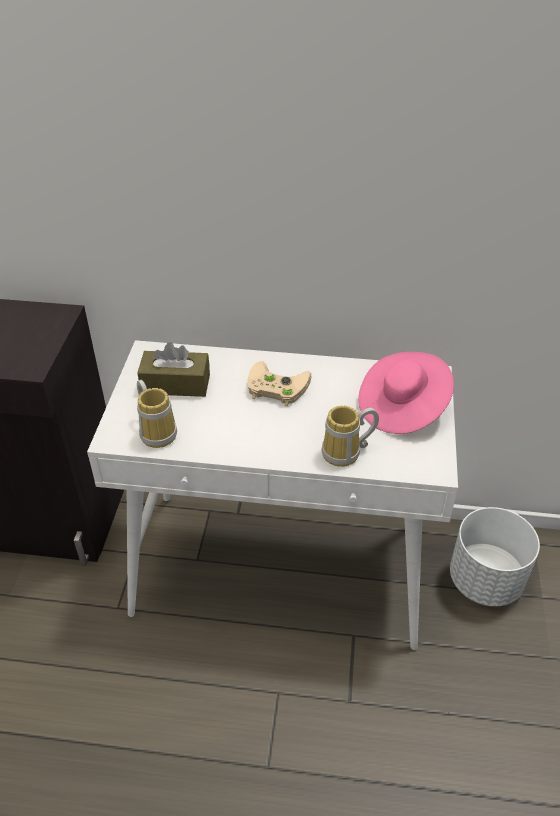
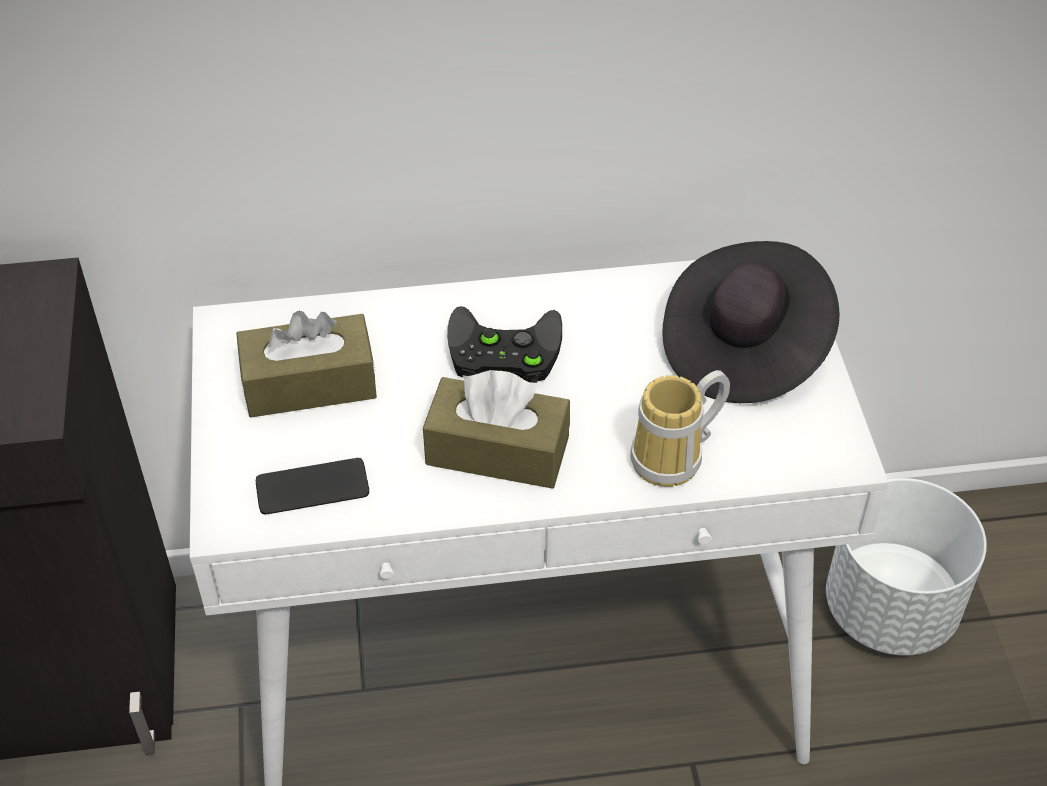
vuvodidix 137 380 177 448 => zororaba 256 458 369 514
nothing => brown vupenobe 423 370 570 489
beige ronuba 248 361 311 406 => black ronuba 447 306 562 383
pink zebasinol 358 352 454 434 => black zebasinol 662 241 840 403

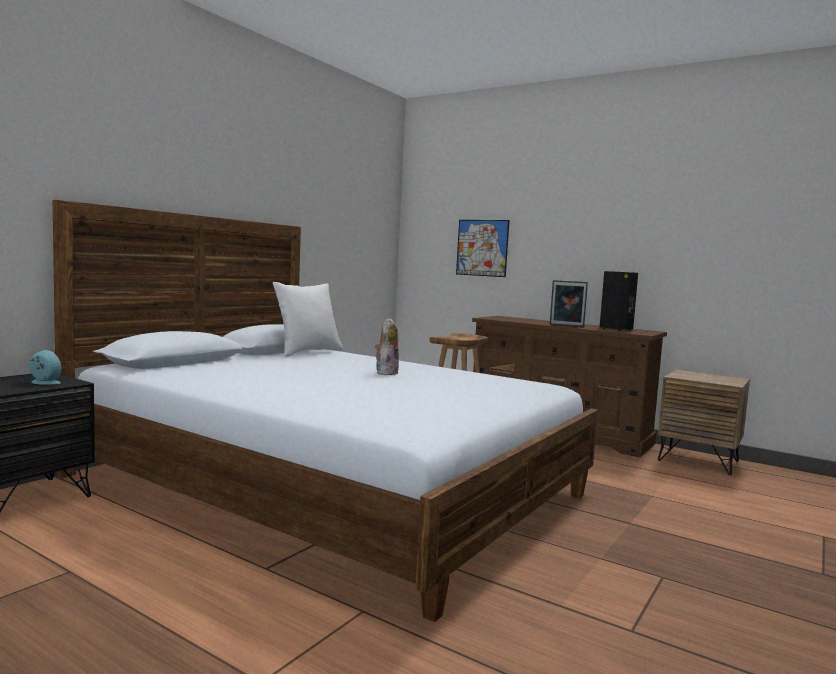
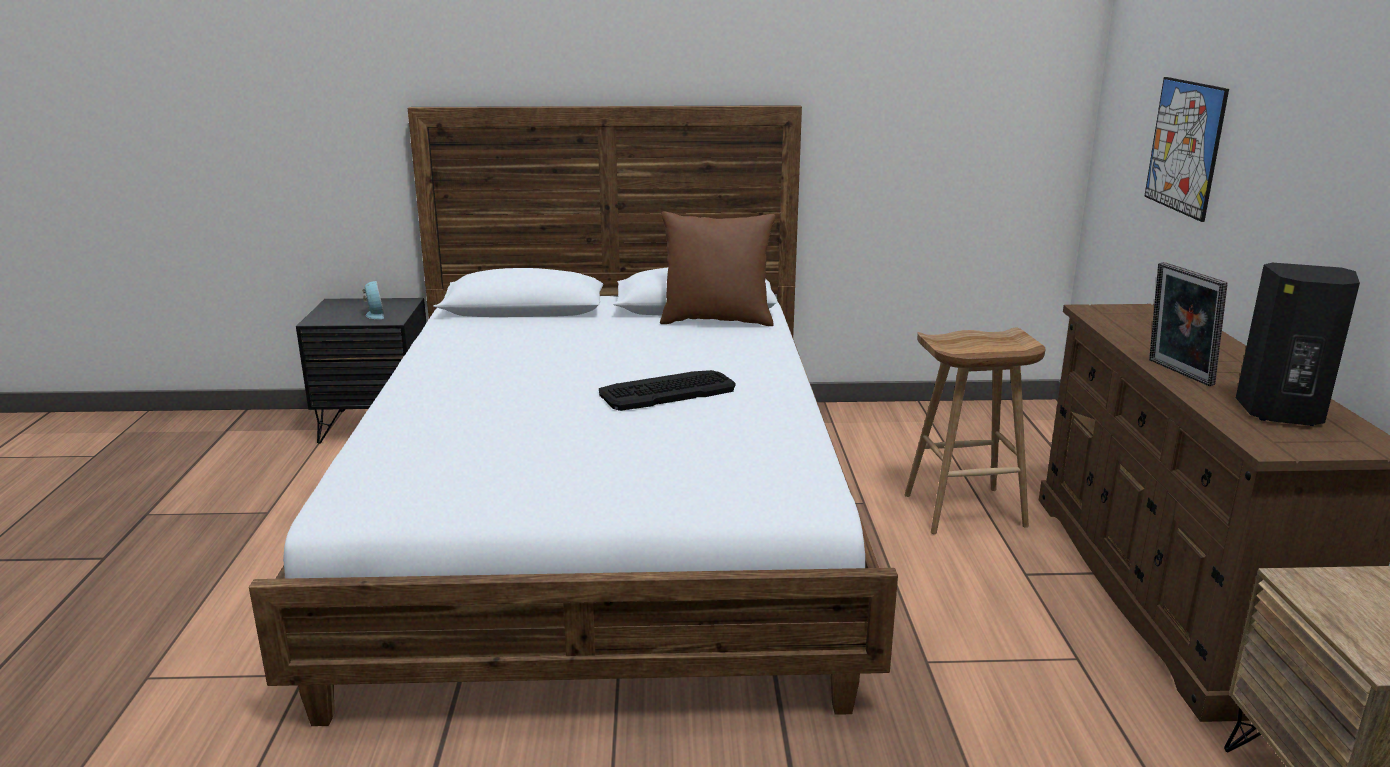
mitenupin 375 318 399 375 => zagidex 599 370 736 411
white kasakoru 273 282 343 357 => brown kasakoru 660 211 776 326

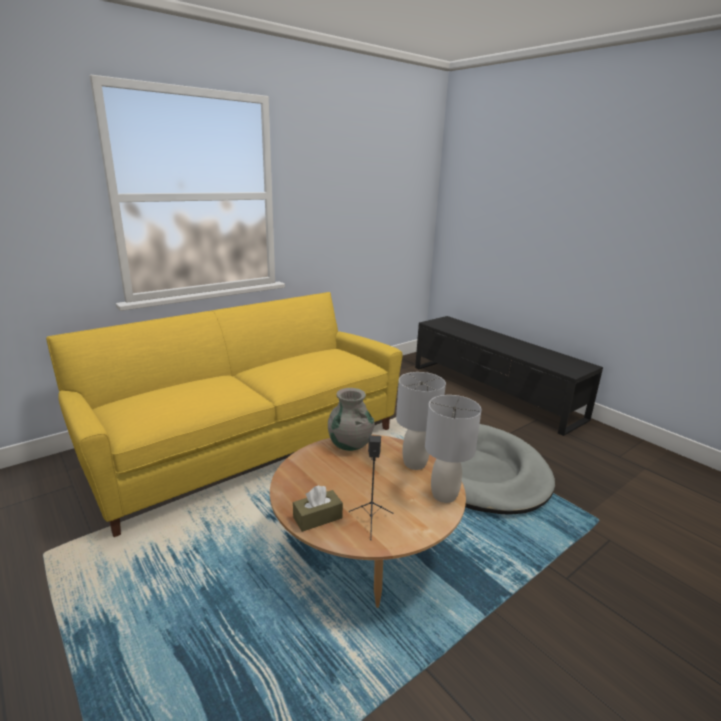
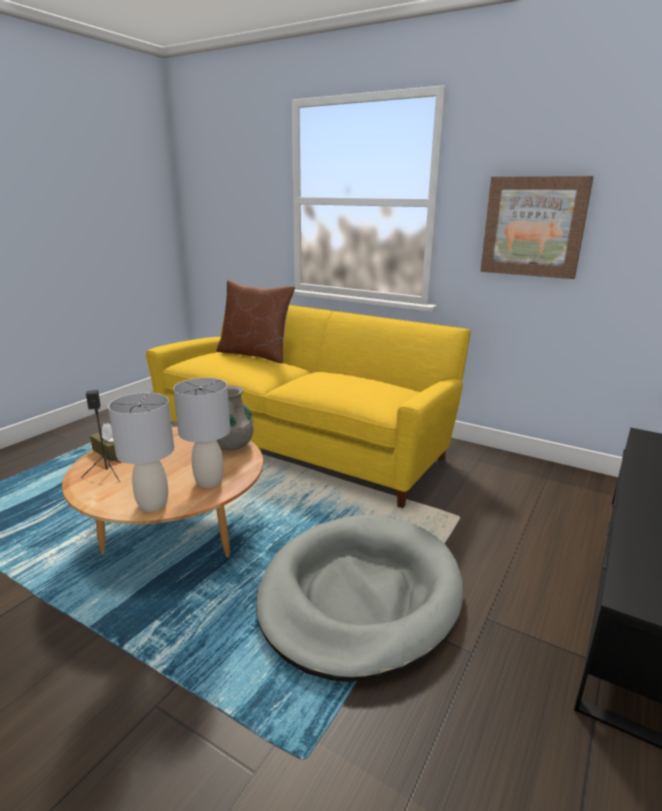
nothing => brown kasakoru 216 280 295 363
nothing => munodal 480 176 594 279

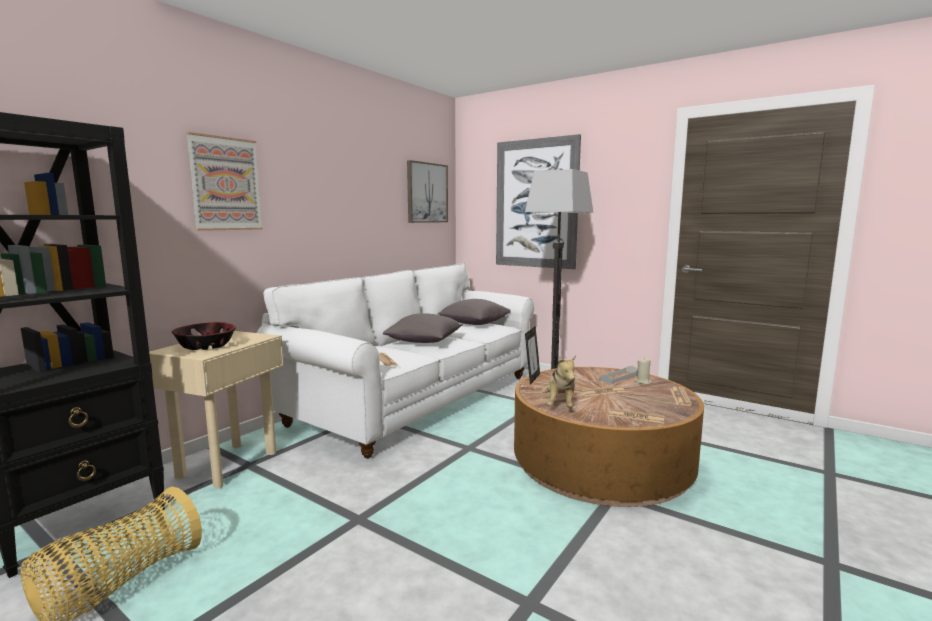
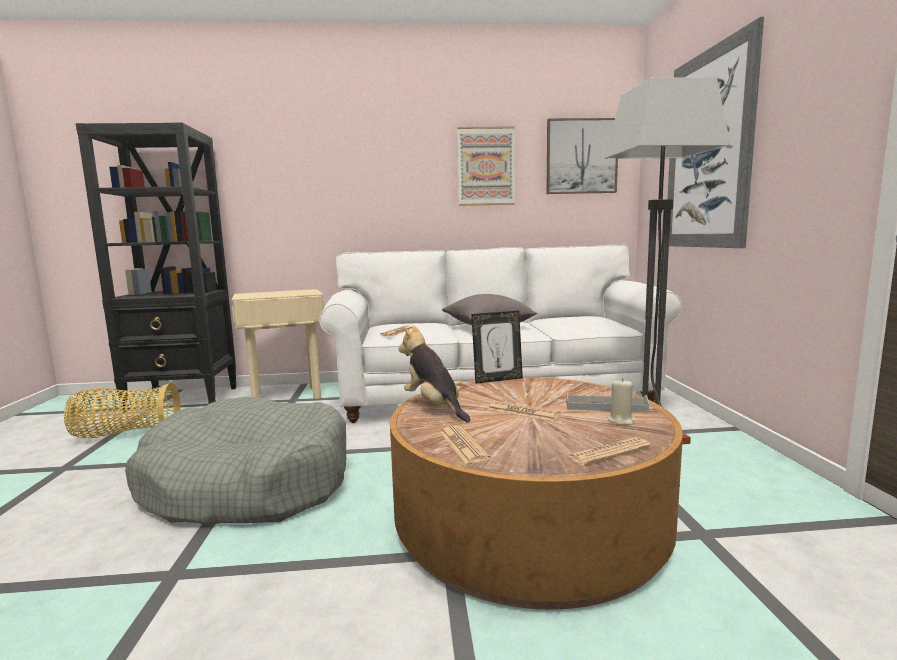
nothing => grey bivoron 125 397 346 525
mitenupin 541 355 576 408 => mitenupin 398 325 471 422, 90 degrees clockwise
munodal 186 132 263 231 => munodal 457 126 515 206, moved
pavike 172 322 236 350 => nothing
grey kasakoru 437 299 511 325 => nothing

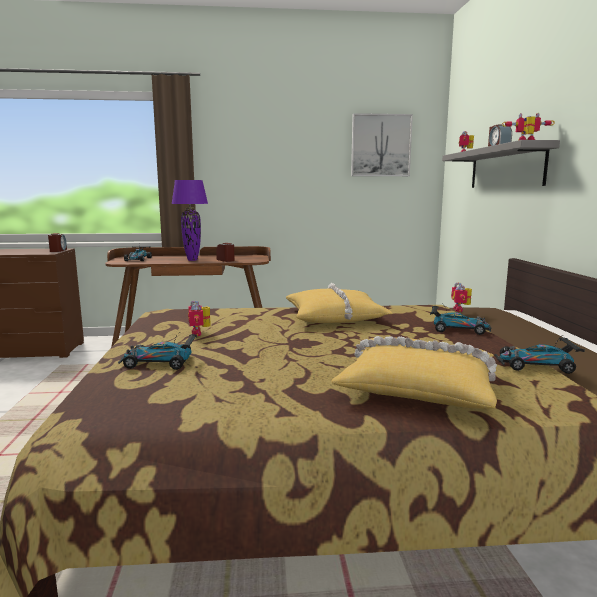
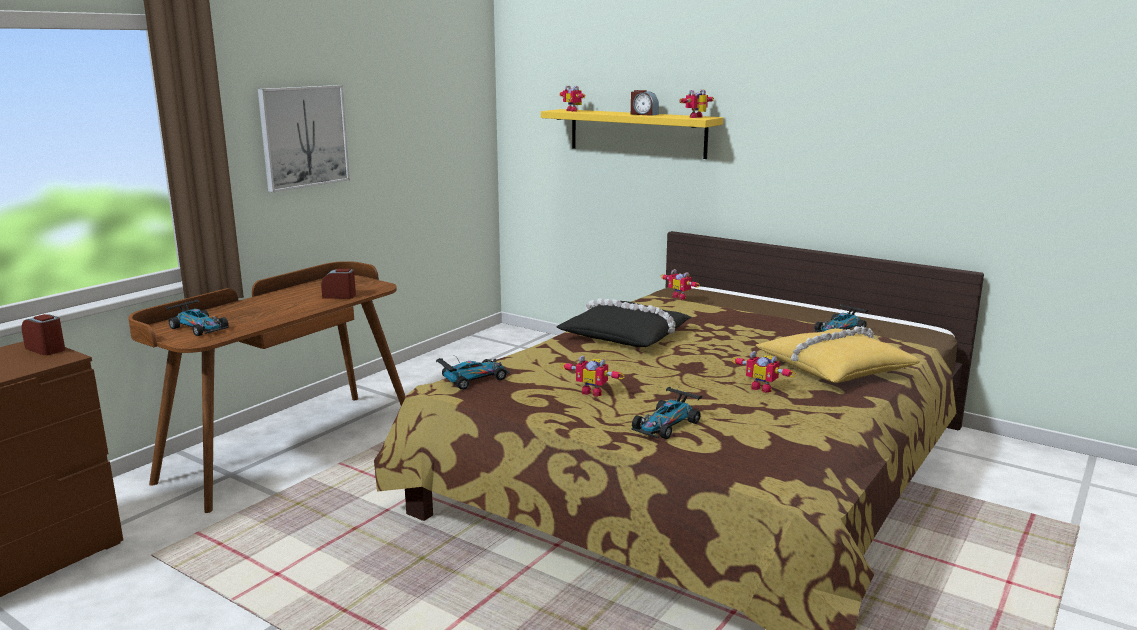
munodal 351 113 413 176 => munodal 258 85 350 192, moved
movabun 430 306 491 335 => movabun 436 355 510 390, moved
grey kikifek 442 140 560 188 => yellow kikifek 541 109 723 159
yellow kasakoru 286 283 393 323 => black kasakoru 557 298 692 347
nothing => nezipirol 732 351 796 393
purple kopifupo 171 180 208 261 => nothing

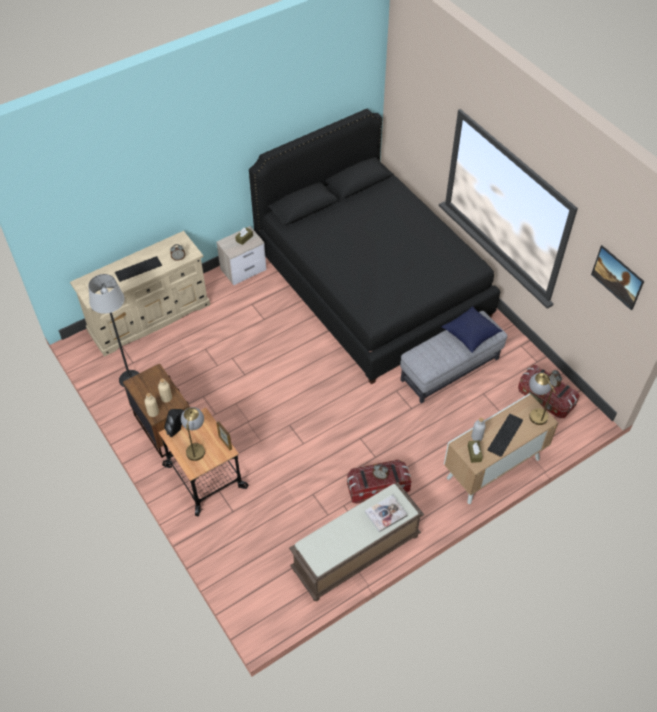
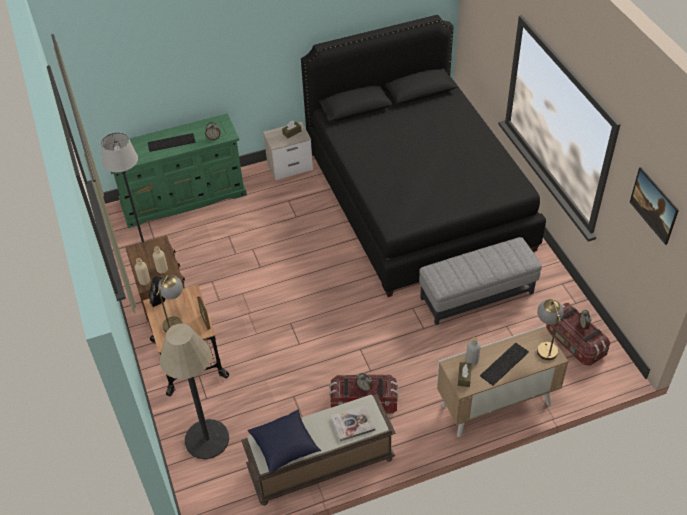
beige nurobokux 70 231 210 356 => green nurobokux 110 113 247 228
nothing => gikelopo 160 324 229 459
blue kasakoru 442 306 502 353 => blue kasakoru 247 409 321 474, moved

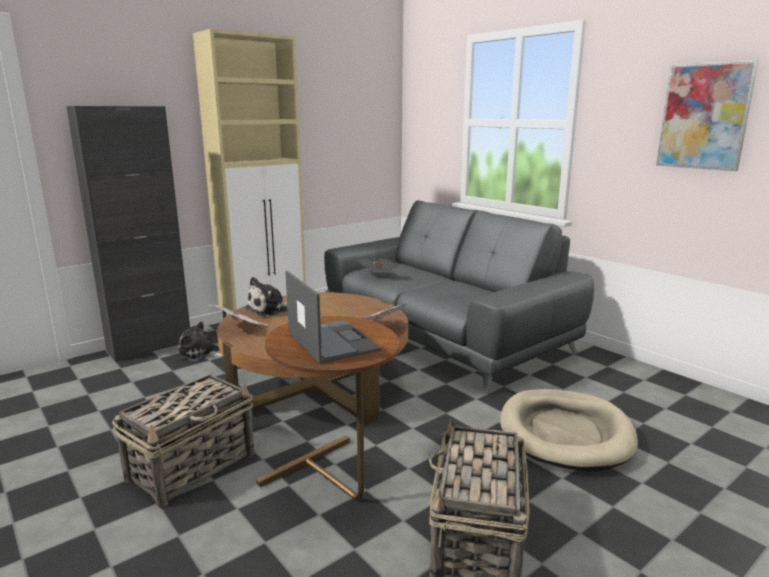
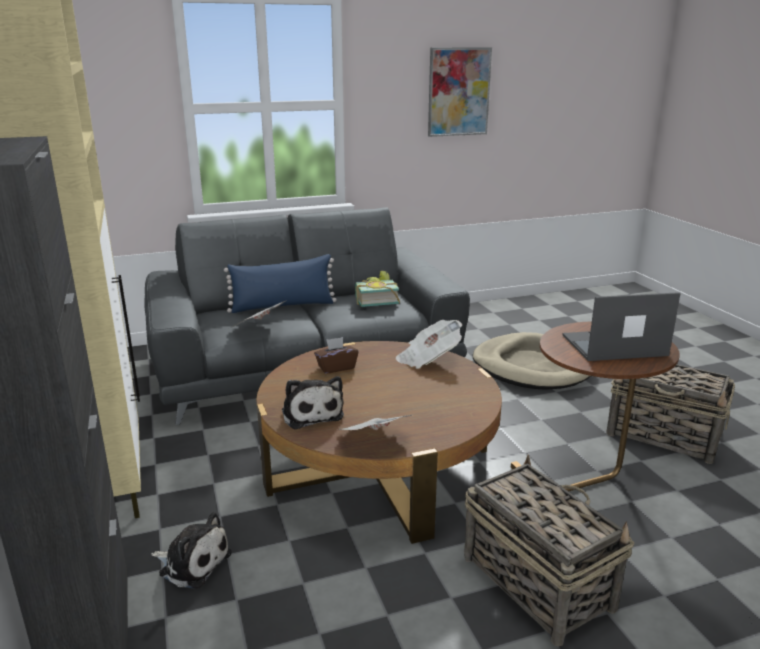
mitenupin 178 321 223 361 => mitenupin 151 512 232 589, 105 degrees counterclockwise
nothing => blue kasakoru 224 254 337 313
nothing => brown vupenobe 314 337 358 374
nothing => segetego 355 271 400 307

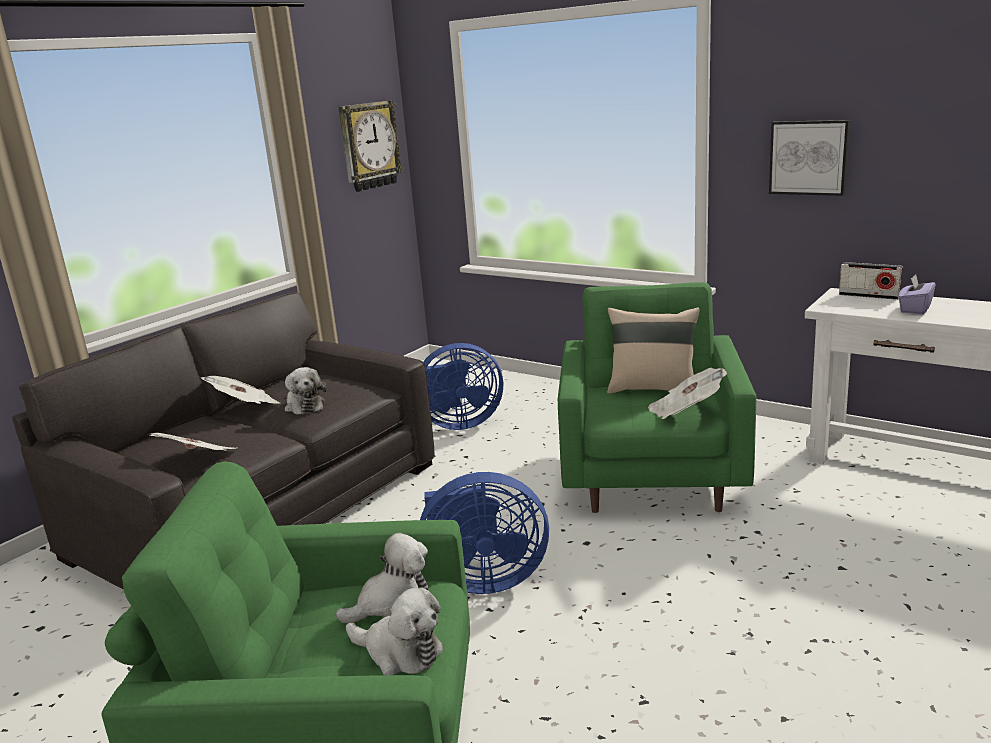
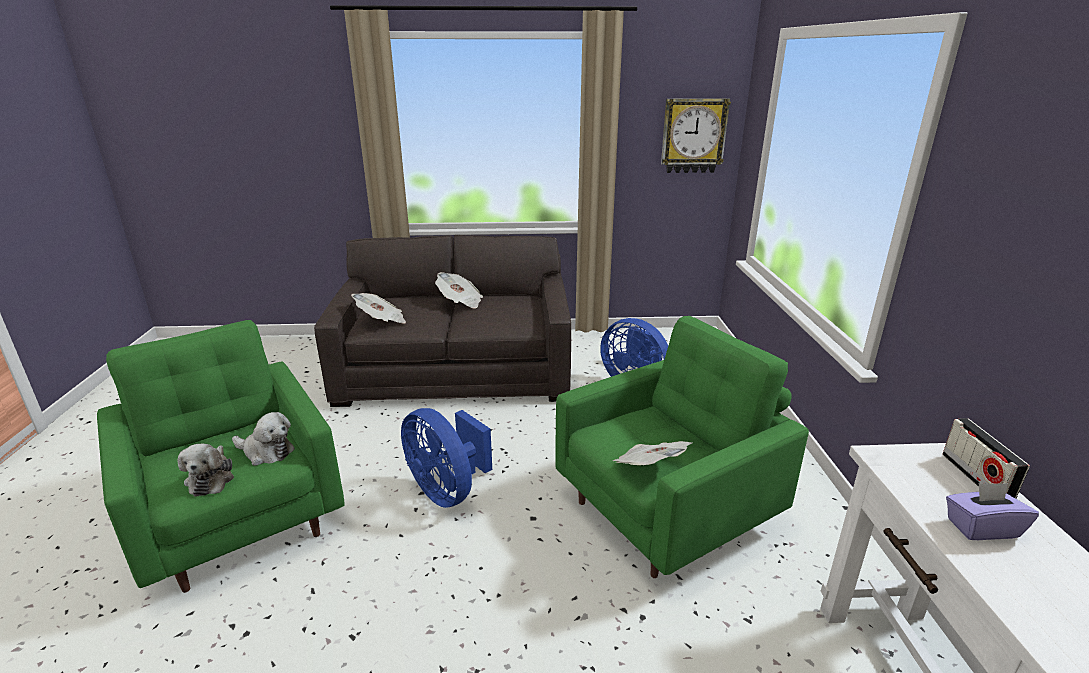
mitenupin 285 367 327 415 => nothing
beige kasakoru 607 308 700 394 => nothing
munodal 769 120 850 196 => nothing

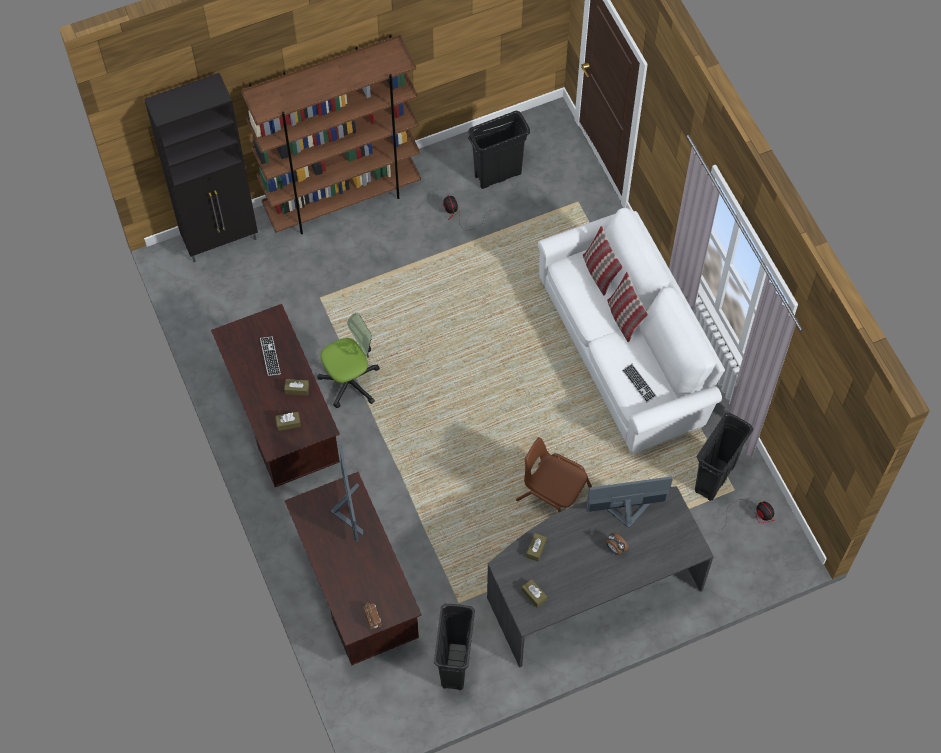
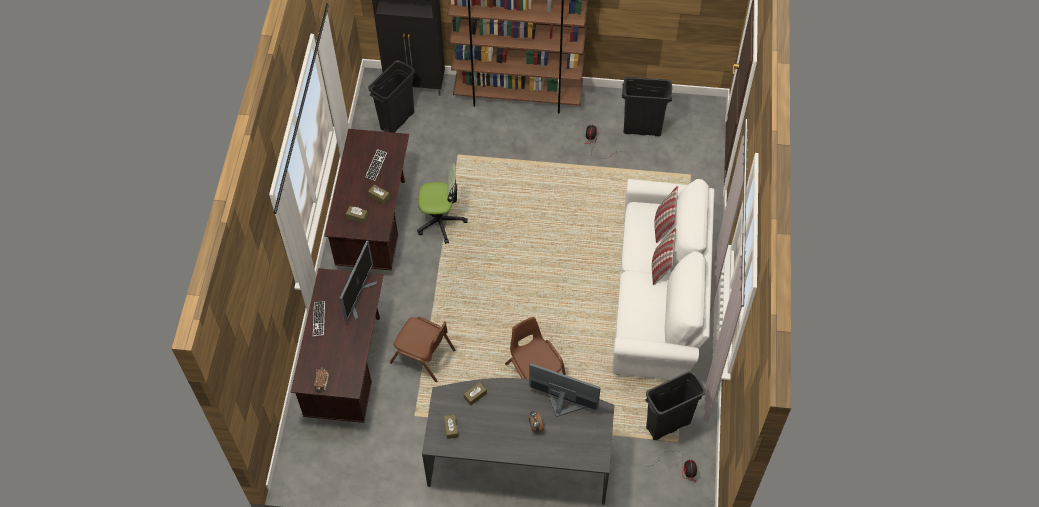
zagidex 622 364 657 403 => zagidex 313 301 325 337, moved
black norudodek 434 604 475 690 => black norudodek 368 60 415 133, moved
nothing => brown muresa 390 317 455 382

